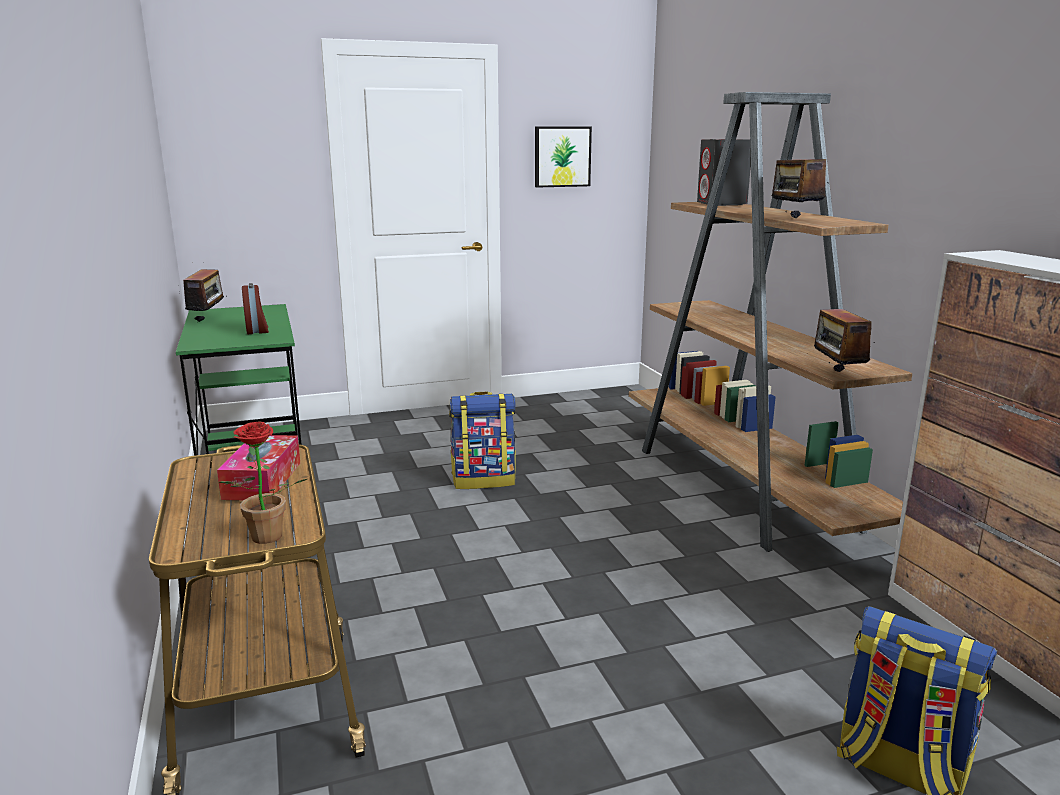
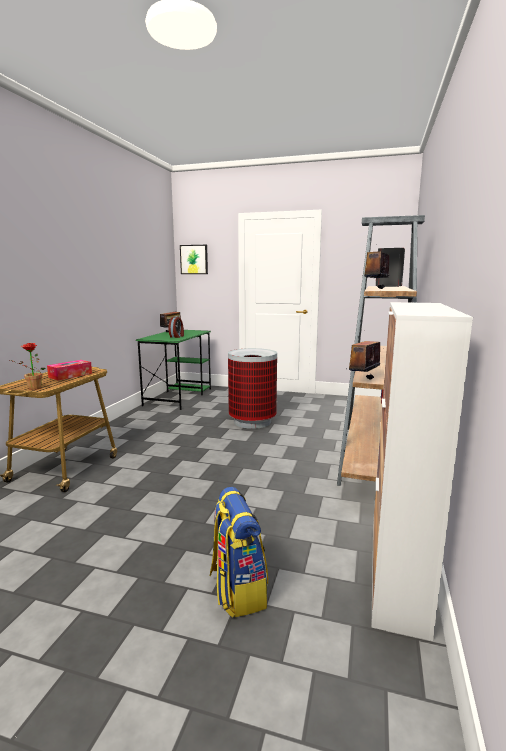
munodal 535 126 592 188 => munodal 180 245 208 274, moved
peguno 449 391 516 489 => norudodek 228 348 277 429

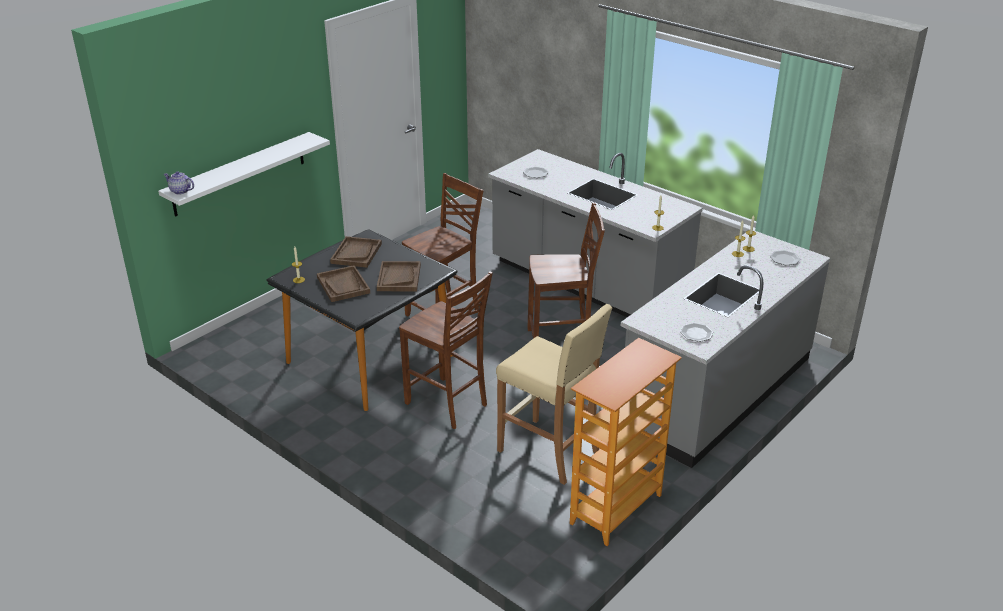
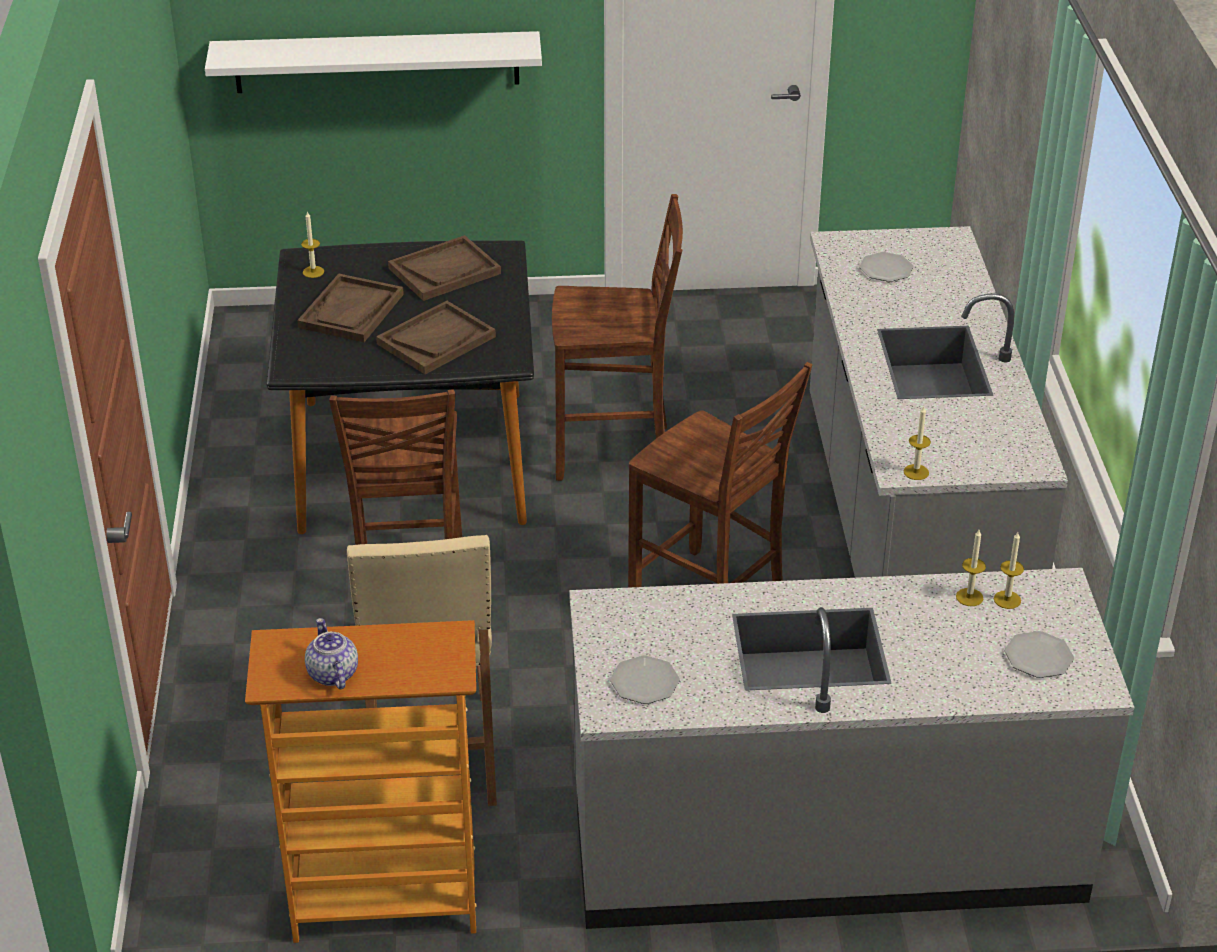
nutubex 164 171 194 195 => nutubex 305 618 358 689, moved

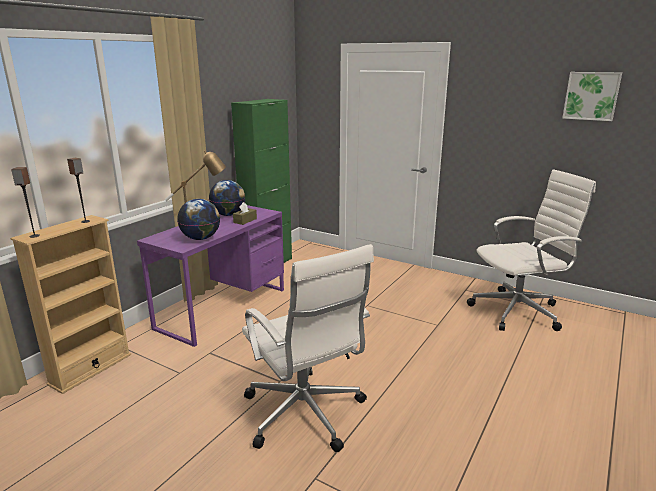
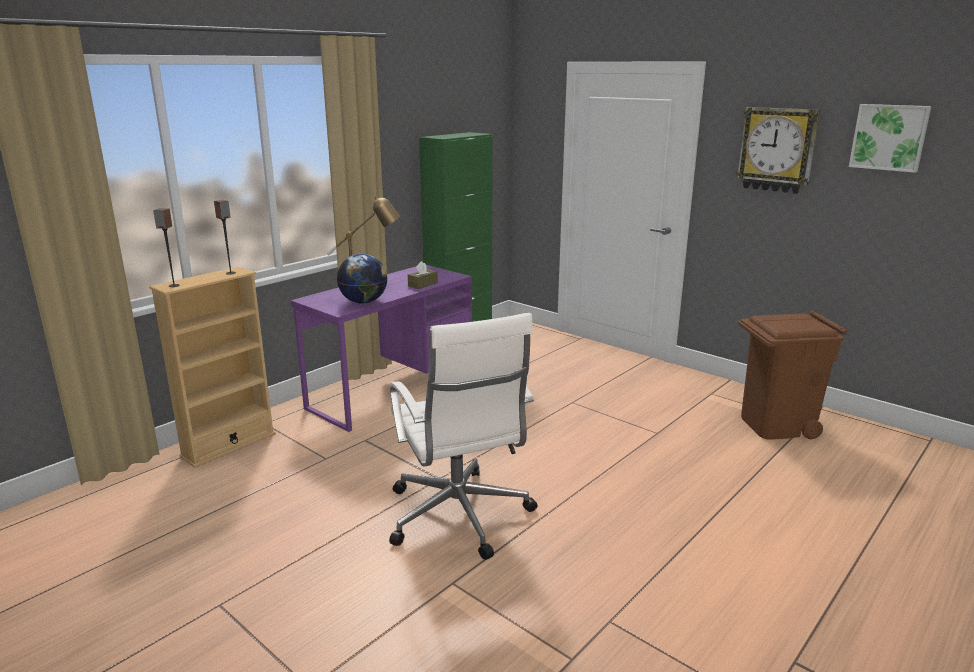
nothing => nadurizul 736 107 820 194
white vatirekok 467 169 596 331 => brown norudodek 738 311 847 440
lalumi 209 180 246 216 => nothing

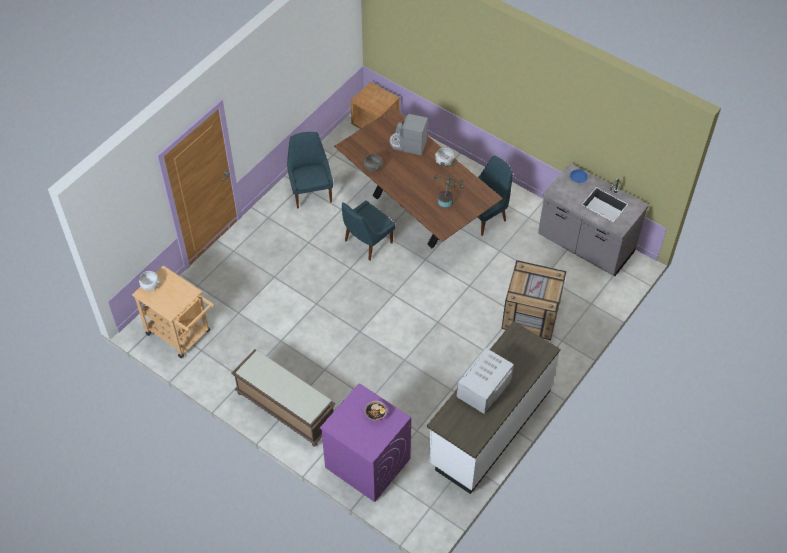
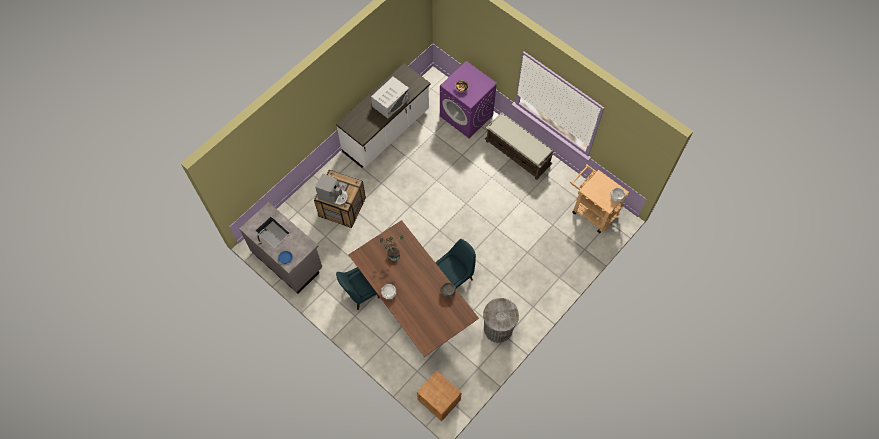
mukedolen 390 114 428 155 => mukedolen 315 174 348 206, moved
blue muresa 287 132 333 209 => grey norudodek 483 298 519 343

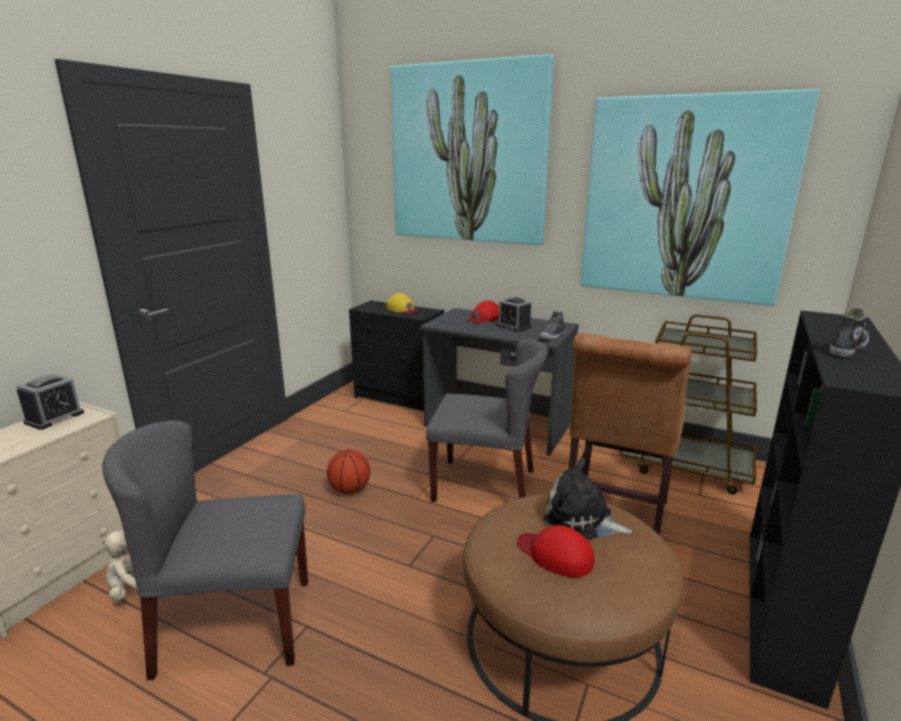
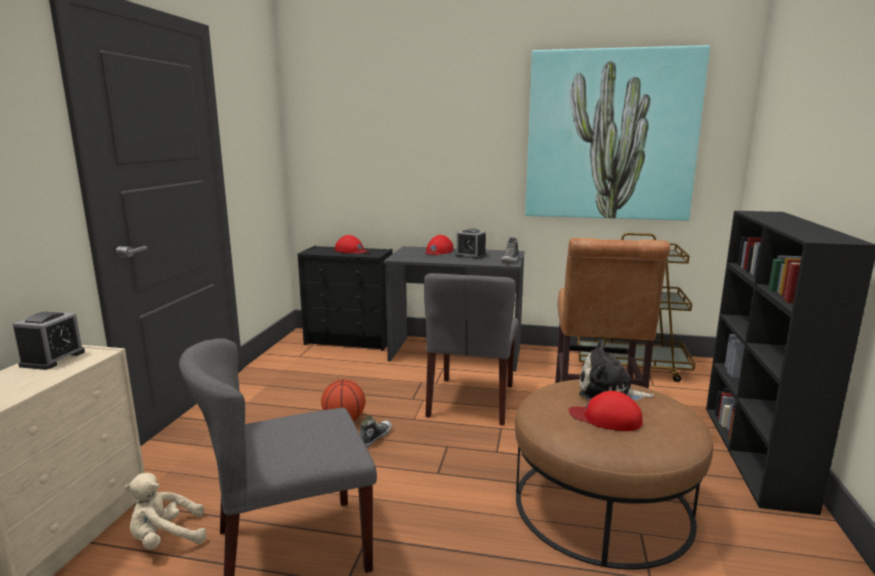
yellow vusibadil 386 293 418 314 => red vusibadil 335 235 368 254
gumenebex 830 308 869 357 => gumenebex 360 416 392 448, moved
grey muresa 426 339 548 502 => grey muresa 424 273 519 426, 105 degrees clockwise
munodal 390 54 554 245 => nothing

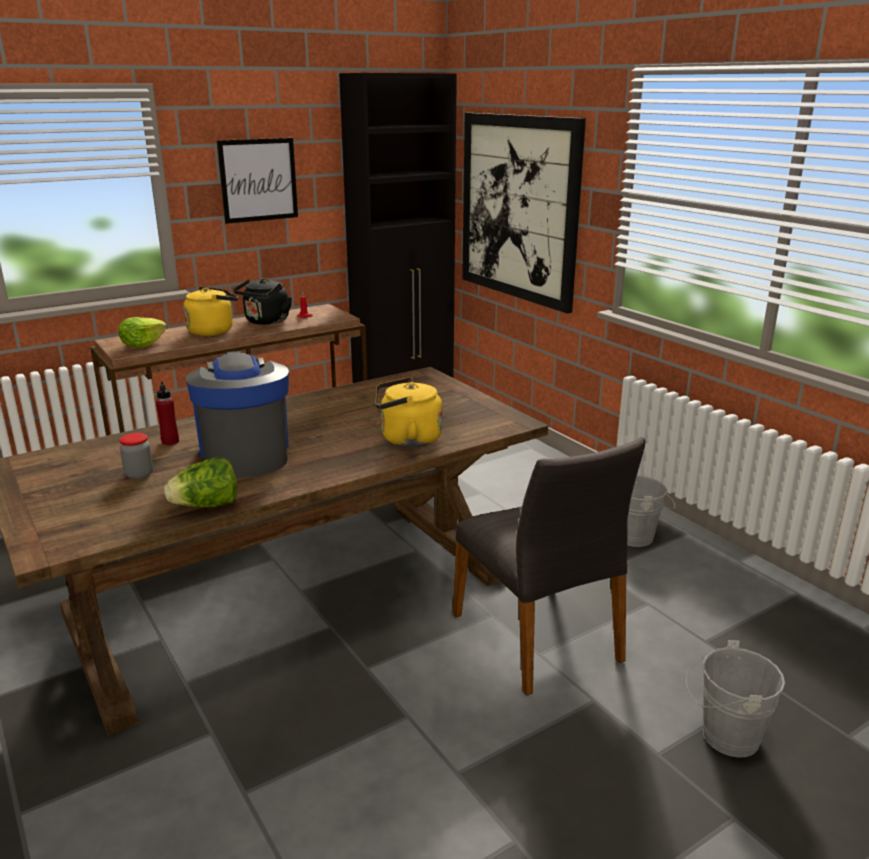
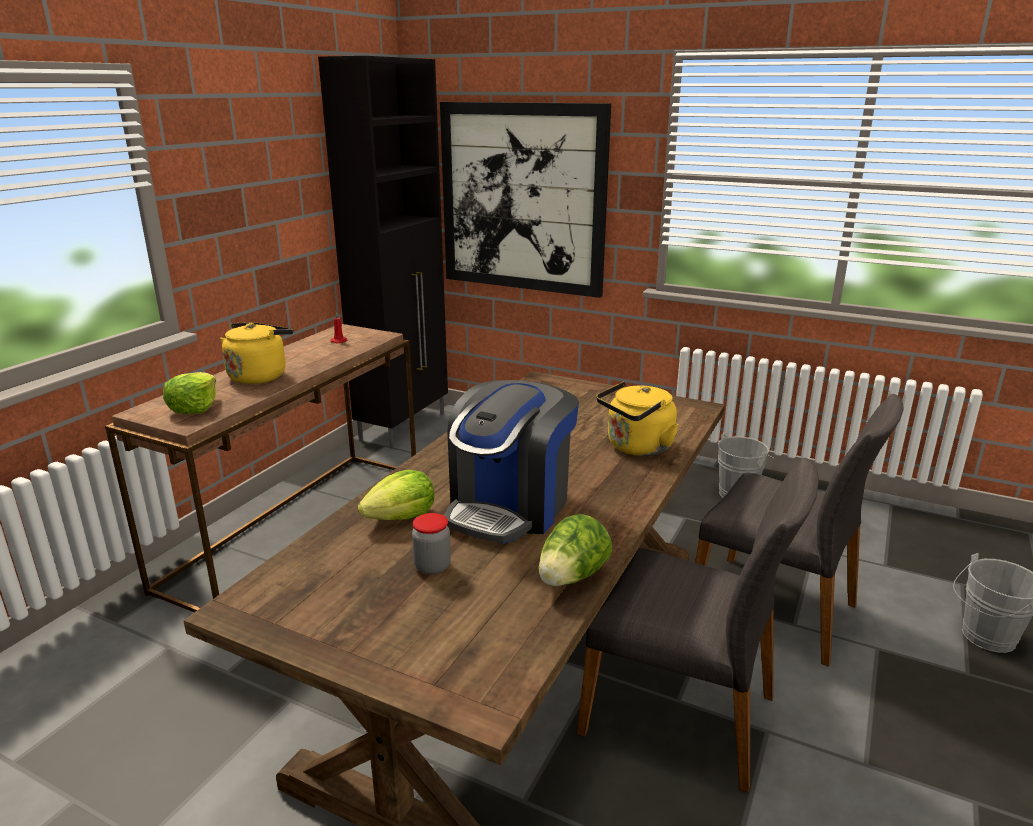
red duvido 156 382 179 445 => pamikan 358 469 434 520
mukedolen 186 351 289 478 => mukedolen 445 380 579 544, 105 degrees counterclockwise
nothing => grey muresa 577 458 819 793
munodal 217 138 298 224 => nothing
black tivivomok 233 278 292 325 => nothing

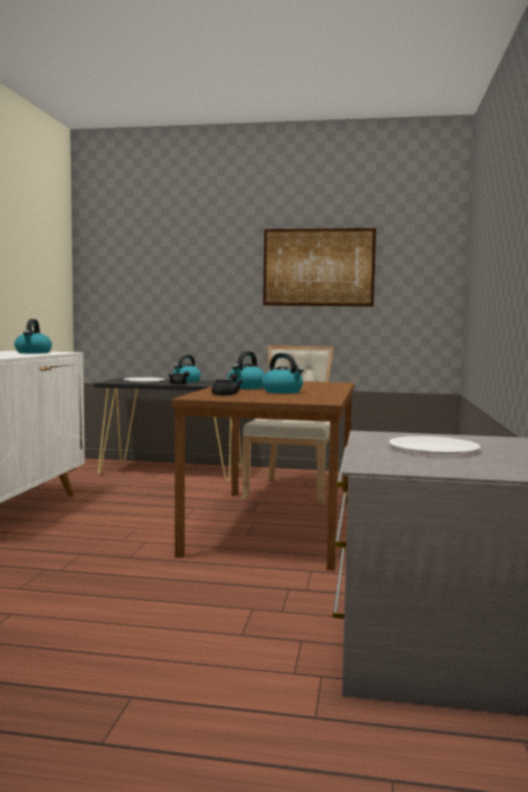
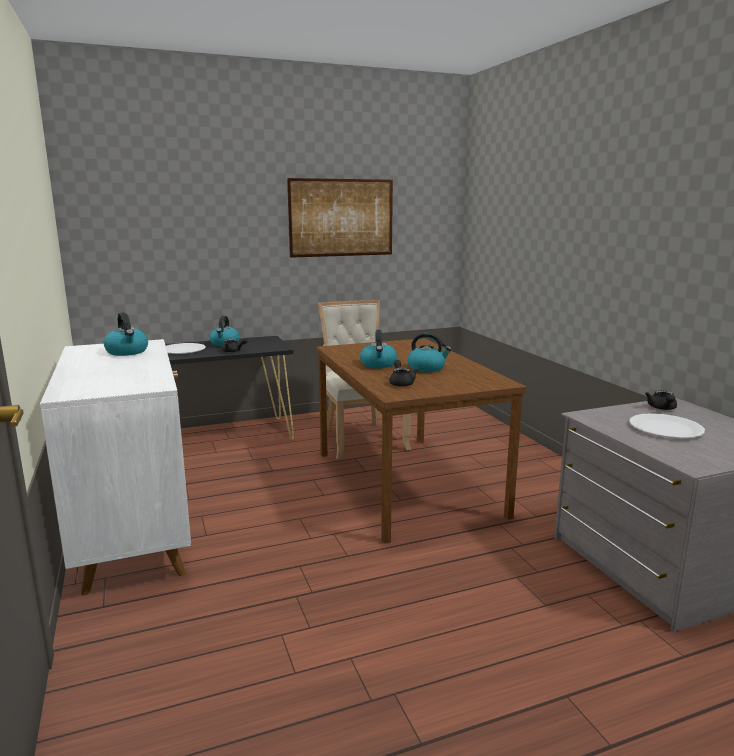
nothing => black nutubex 645 390 677 410

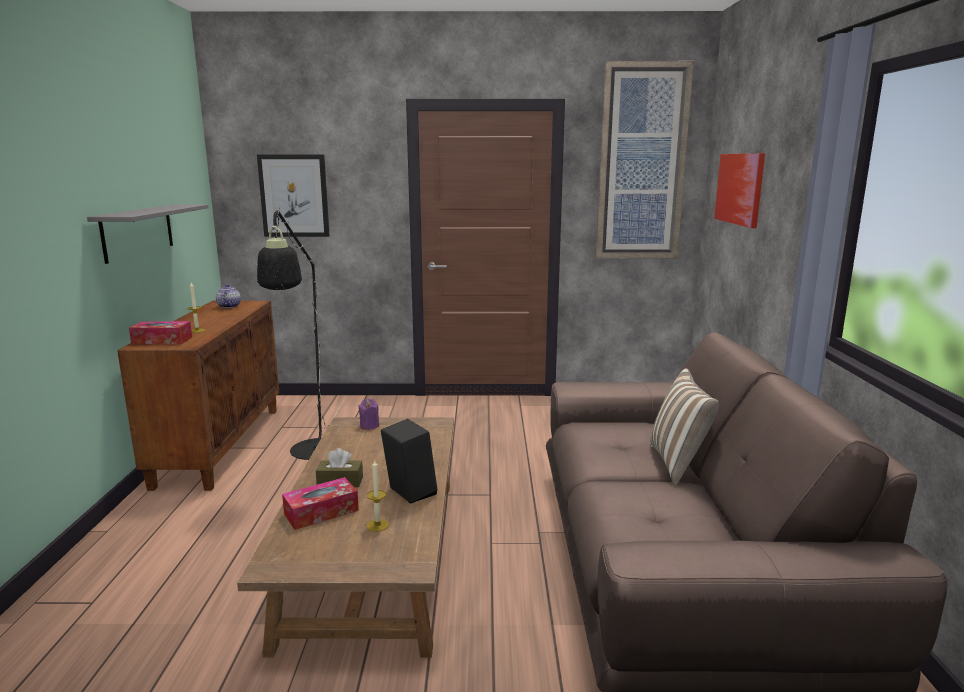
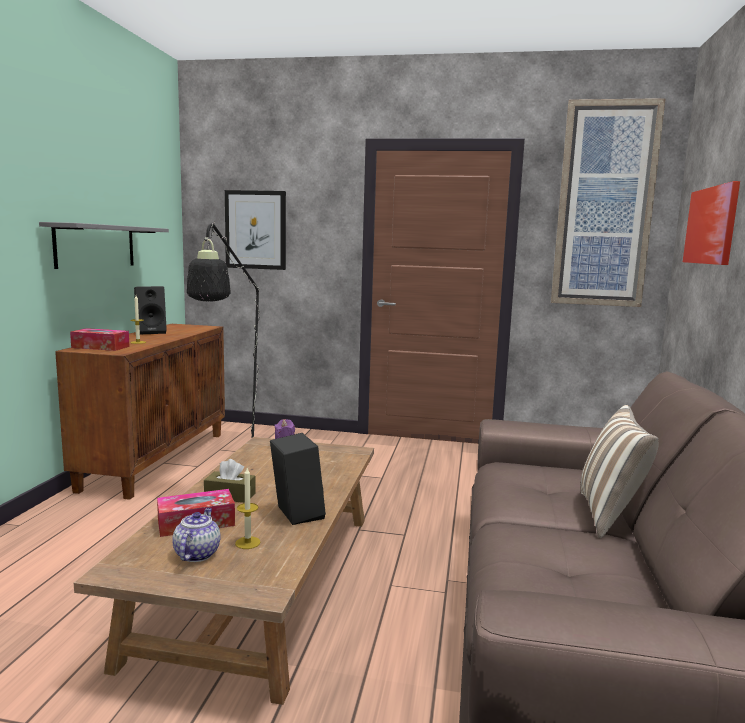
nothing => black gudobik 134 286 167 335
nutubex 216 284 241 308 => nutubex 172 508 220 562, moved

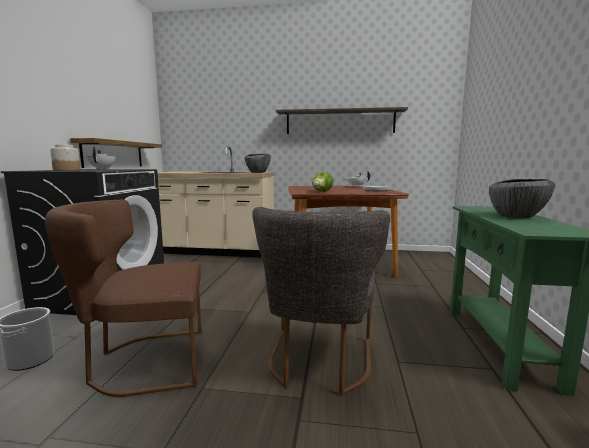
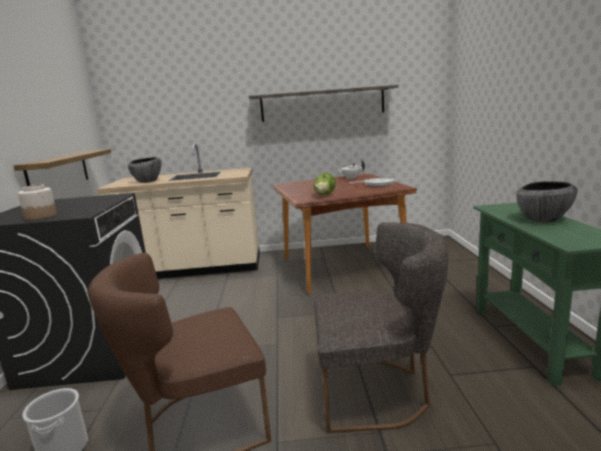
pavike 244 154 271 173 => pavike 128 157 161 183, moved
grey muresa 252 207 390 396 => grey muresa 314 223 448 433, 90 degrees counterclockwise
white nutubex 87 146 115 170 => nothing

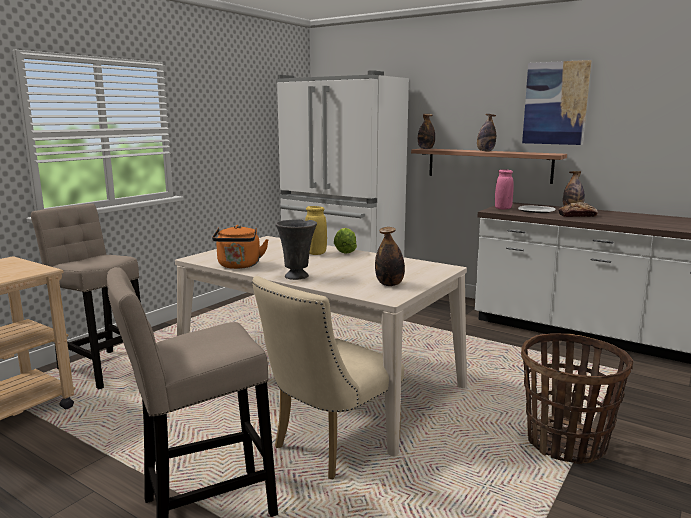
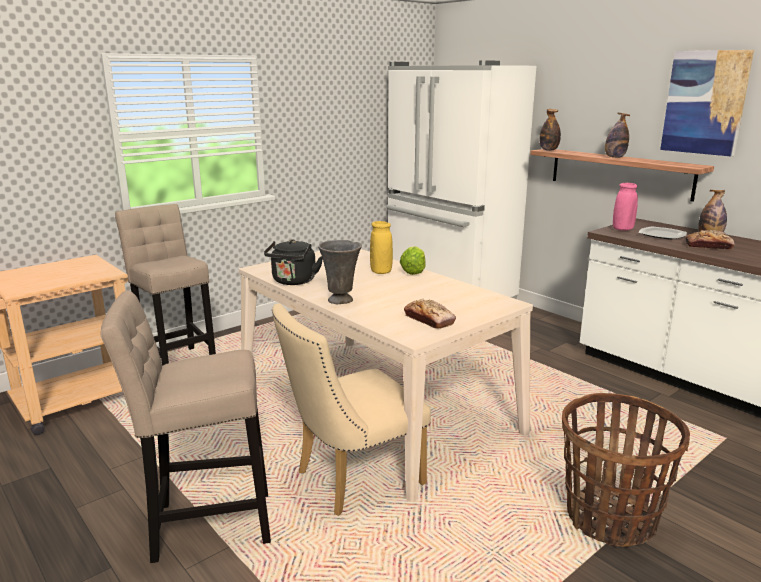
orange tivivomok 212 225 269 269 => black tivivomok 264 239 322 285
duvido 375 227 405 286 => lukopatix 404 299 456 329

